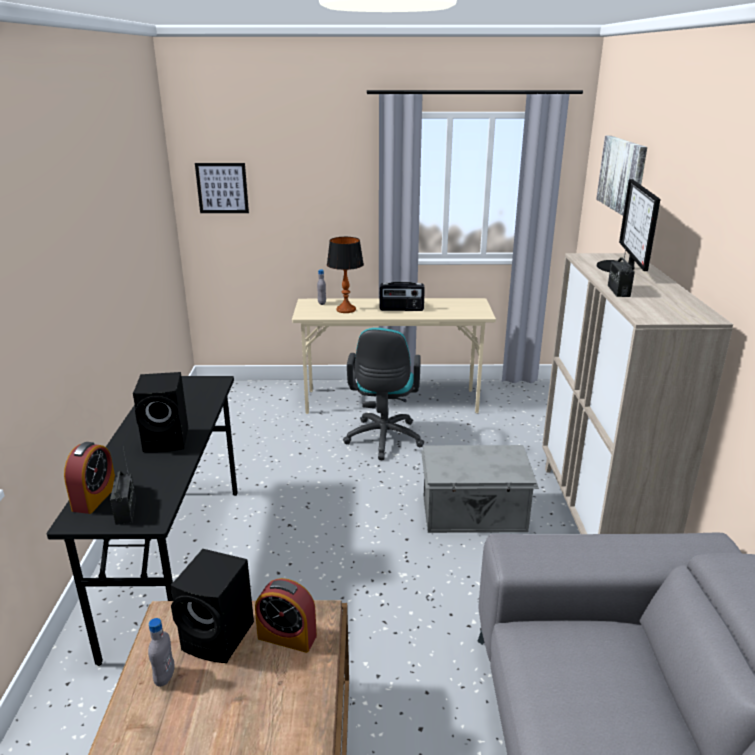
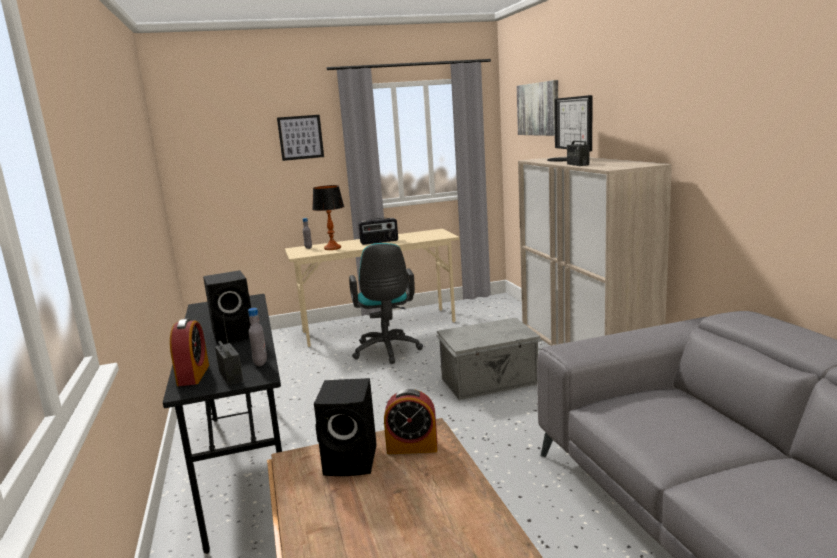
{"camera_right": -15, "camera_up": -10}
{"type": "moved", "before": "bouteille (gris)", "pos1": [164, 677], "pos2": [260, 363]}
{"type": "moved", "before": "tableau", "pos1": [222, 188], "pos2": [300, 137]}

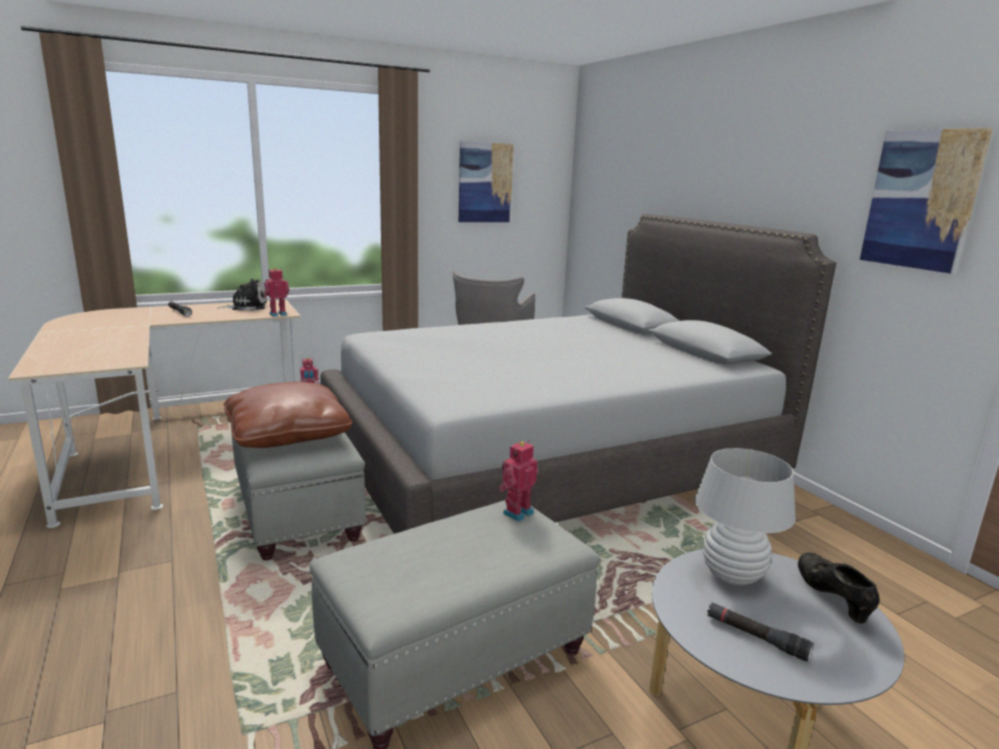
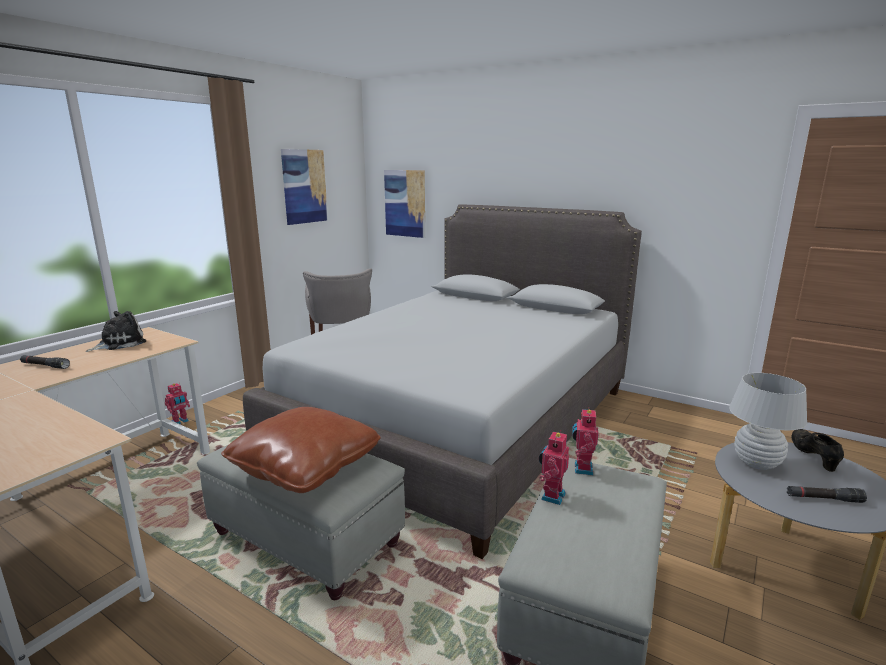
{"camera_right": -30, "camera_up": 0}
{"type": "moved", "before": "tableau", "pos1": [921, 200], "pos2": [405, 203]}
{"type": "moved", "before": "robot jouet", "pos1": [278, 314], "pos2": [551, 496]}
{"type": "turned", "before": "chaussure (noir)", "pos1": [832, 599], "pos2": [813, 457], "turn": 45}

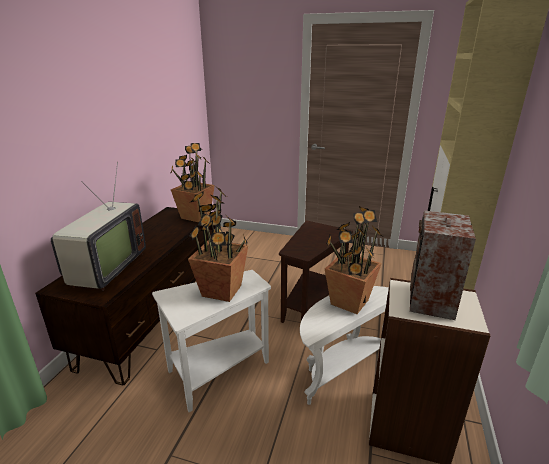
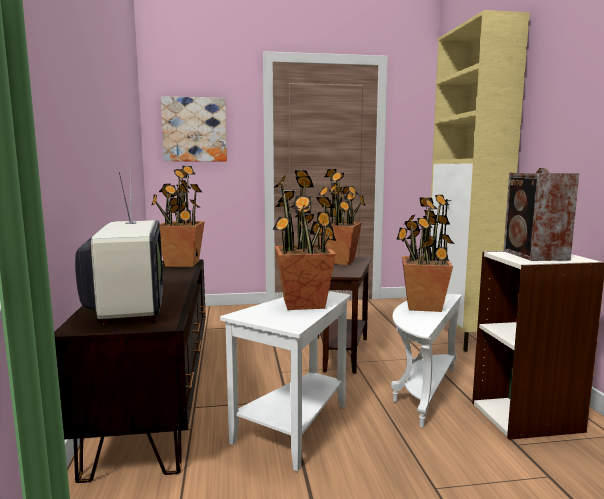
{"camera_right": -25, "camera_up": -15}
{"type": "added", "after": "tableau", "pos2": [194, 129]}
{"type": "added", "after": "plante en pot", "pos2": [339, 261]}

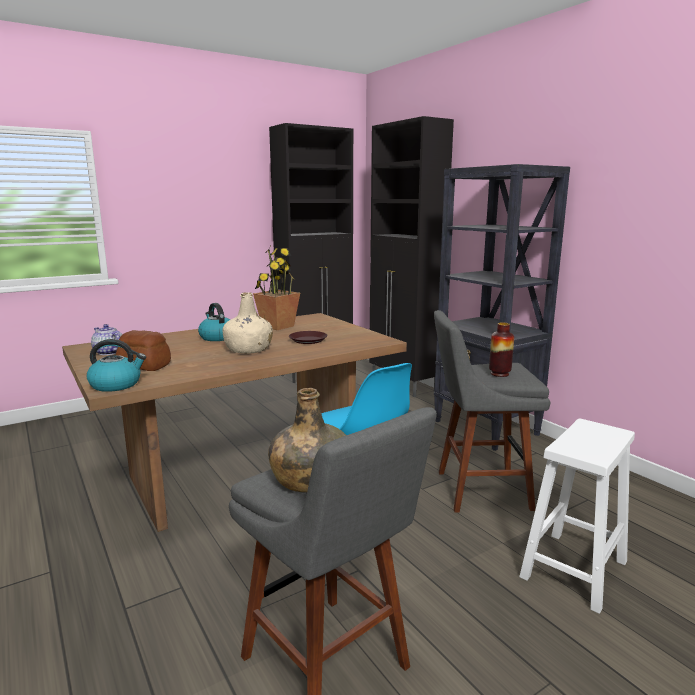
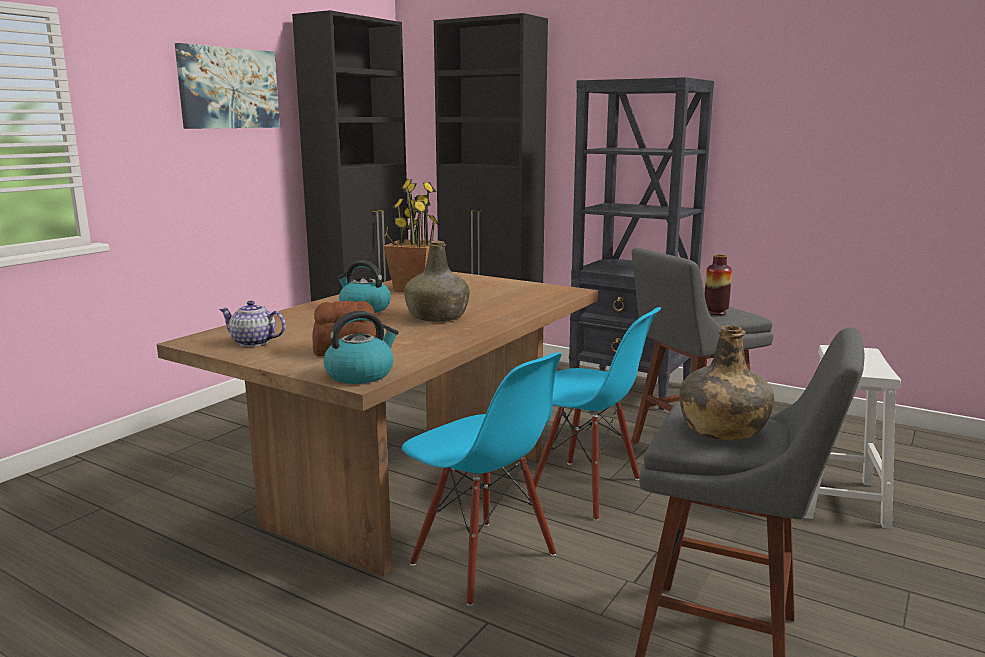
{"camera_right": -25, "camera_up": 0}
{"type": "added", "after": "tableau", "pos2": [228, 88]}
{"type": "added", "after": "chaise (bleu)", "pos2": [482, 560]}
{"type": "recoloured", "before": "bouteille (beige)", "after": "bouteille (vert)", "pos1": [248, 349], "pos2": [438, 317]}
{"type": "removed", "before": "assiette (marron)", "pos1": [307, 340]}

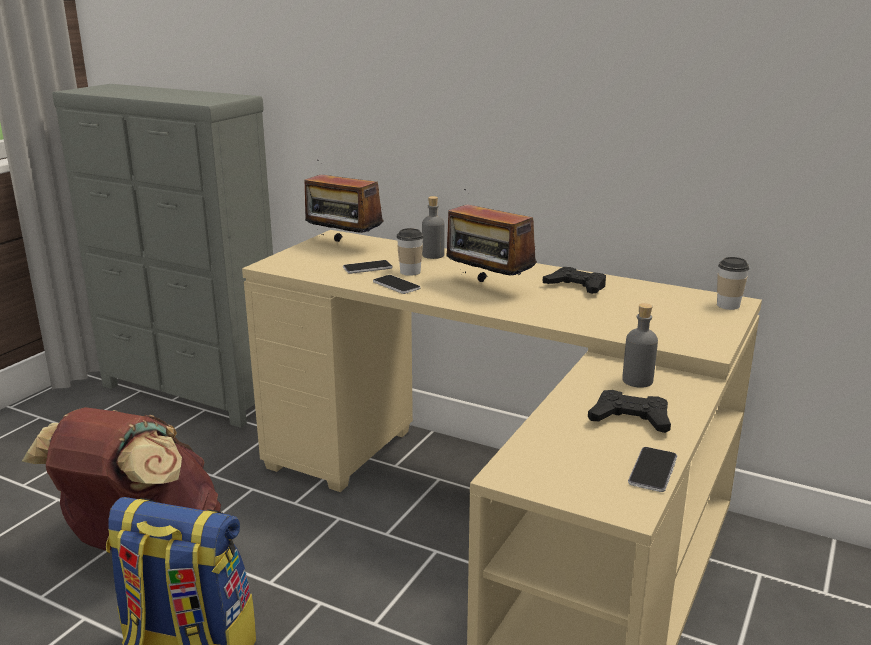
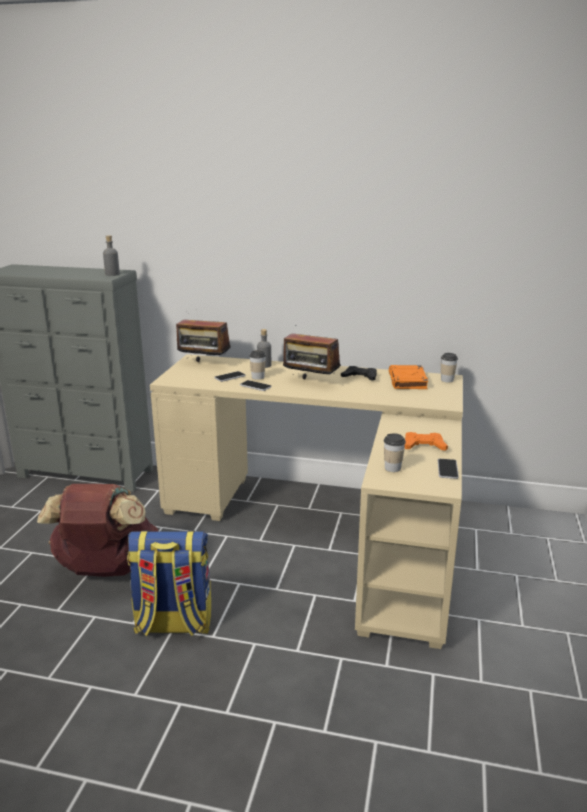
{"camera_right": -15, "camera_up": 0}
{"type": "moved", "before": "bouteille (gris)", "pos1": [637, 380], "pos2": [112, 274]}
{"type": "added", "after": "tasse", "pos2": [392, 468]}
{"type": "added", "after": "livre (orange)", "pos2": [408, 381]}
{"type": "recoloured", "before": "manette (noir)", "after": "manette (orange)", "pos1": [630, 419], "pos2": [423, 446]}

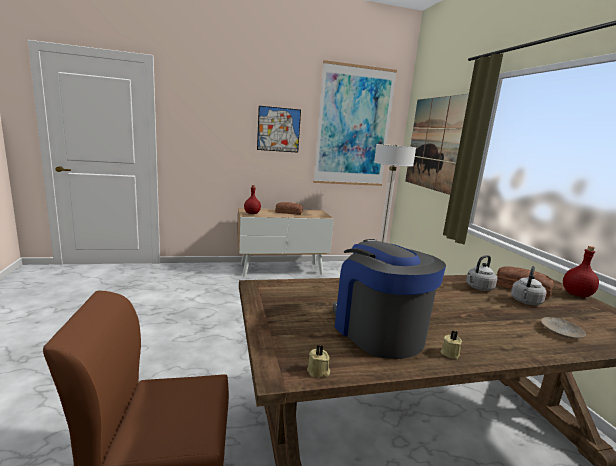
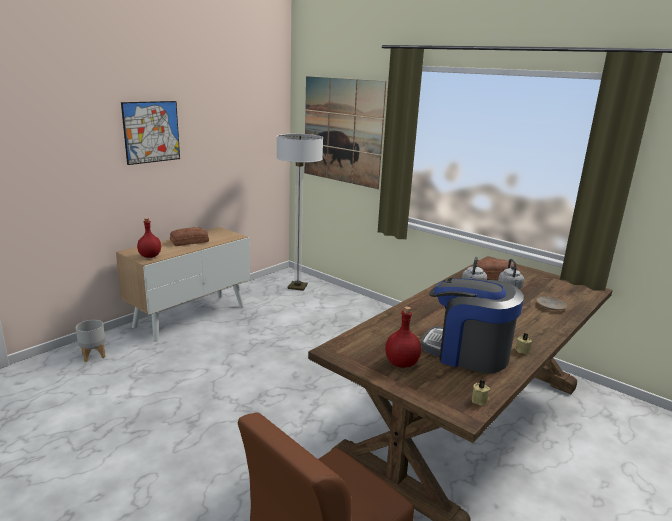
{"camera_right": -35, "camera_up": 5}
{"type": "added", "after": "cache-pot (gris)", "pos2": [93, 355]}
{"type": "moved", "before": "bouteille (rouge)", "pos1": [577, 294], "pos2": [402, 363]}
{"type": "removed", "before": "tableau", "pos1": [353, 127]}

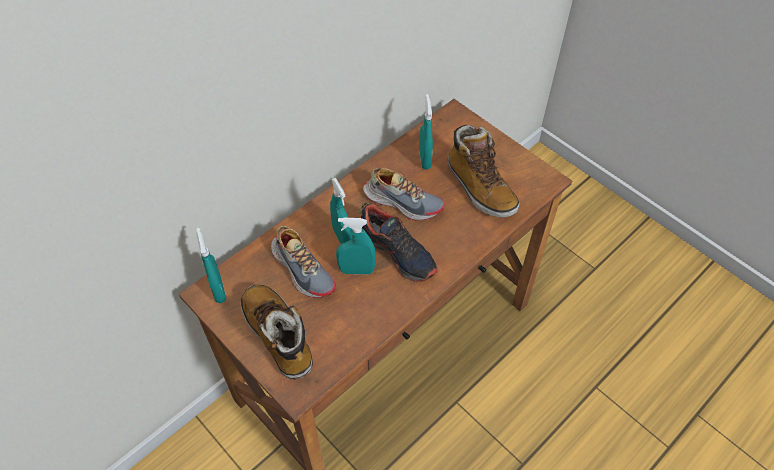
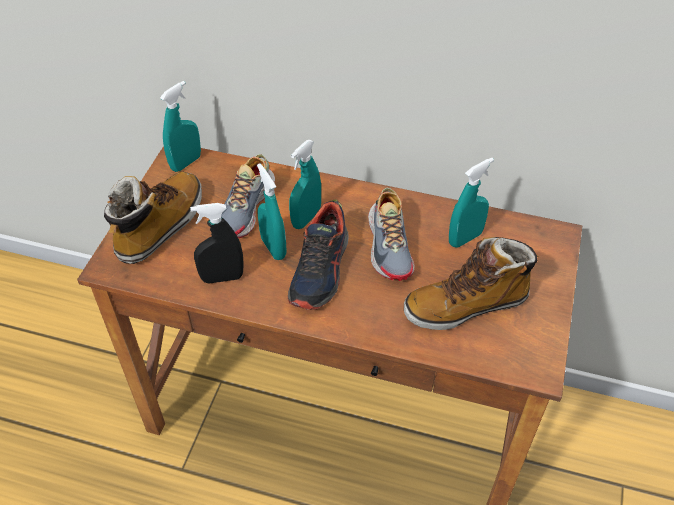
{"camera_right": 60, "camera_up": -5}
{"type": "added", "after": "vaporisateur (noir)", "pos2": [222, 277]}
{"type": "turned", "before": "botte", "pos1": [479, 188], "pos2": [466, 305], "turn": 45}

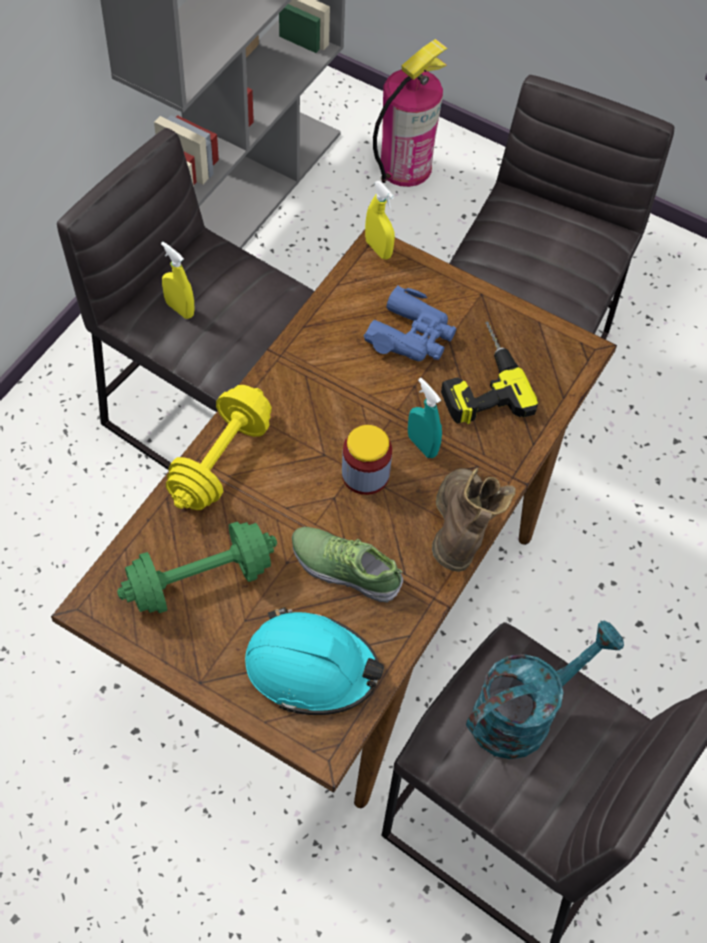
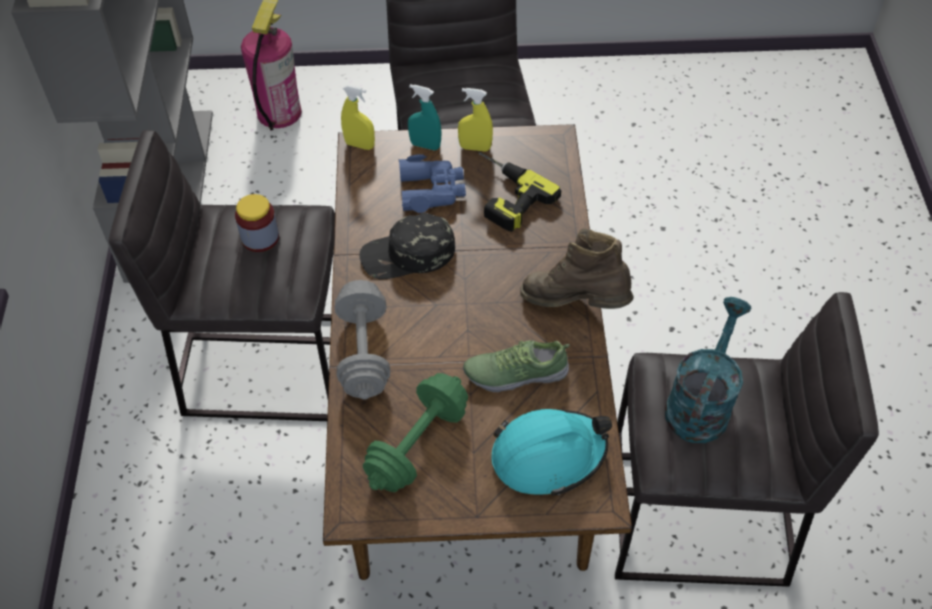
{"camera_right": -30, "camera_up": -5}
{"type": "moved", "before": "bocal", "pos1": [365, 474], "pos2": [260, 237]}
{"type": "recoloured", "before": "haltère (jaune)", "after": "haltère (gris)", "pos1": [220, 462], "pos2": [364, 352]}
{"type": "added", "after": "casquette (noir)", "pos2": [408, 255]}
{"type": "moved", "before": "vaporisateur (turquoise)", "pos1": [422, 445], "pos2": [425, 145]}
{"type": "moved", "before": "vaporisateur (jaune)", "pos1": [179, 309], "pos2": [475, 148]}
{"type": "turned", "before": "botte (marron)", "pos1": [460, 534], "pos2": [575, 303], "turn": -45}

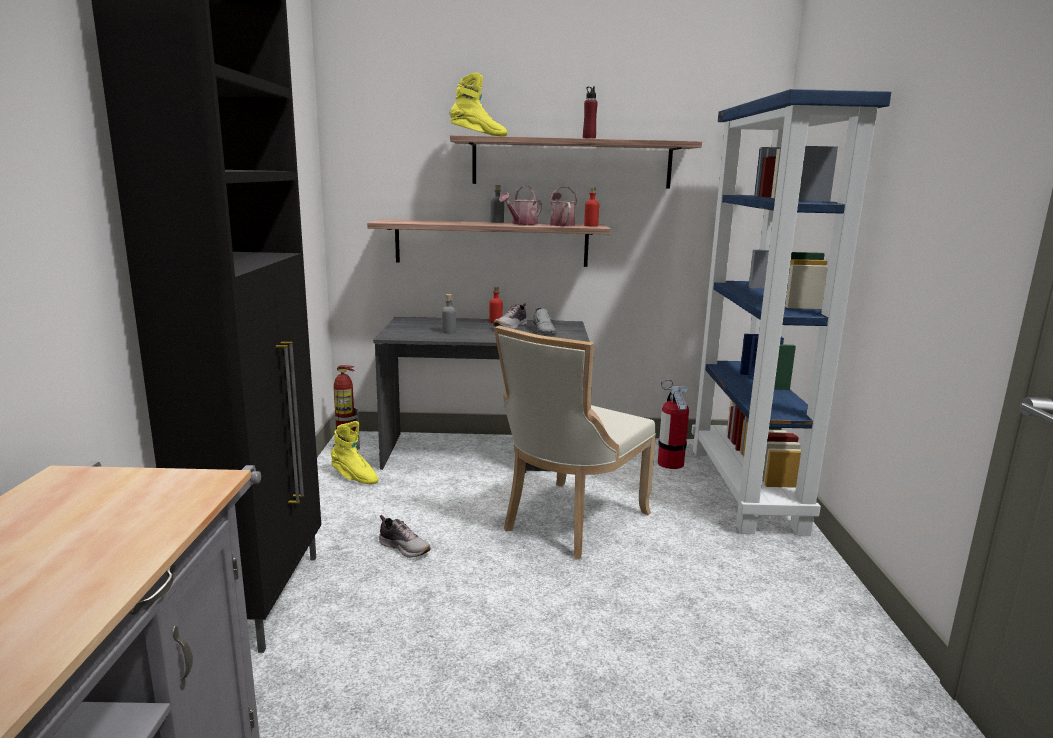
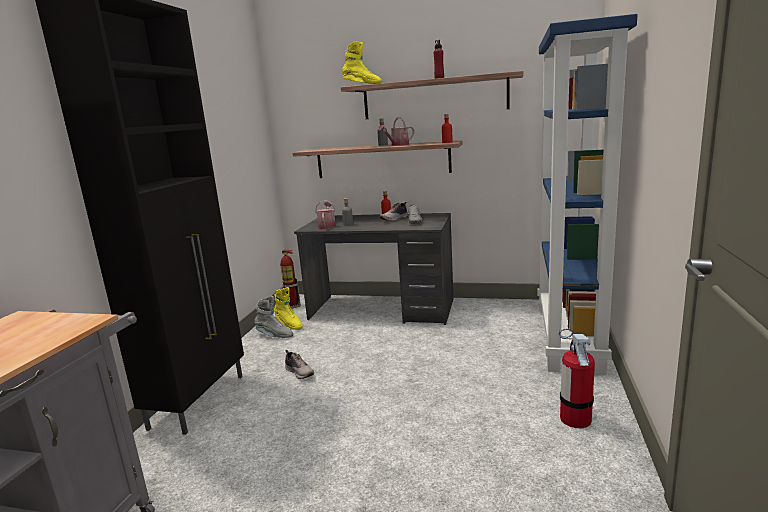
{"camera_right": 15, "camera_up": 0}
{"type": "added", "after": "botte (gris)", "pos2": [274, 335]}
{"type": "moved", "before": "arrosoir", "pos1": [561, 224], "pos2": [327, 226]}
{"type": "moved", "before": "extincteur", "pos1": [670, 463], "pos2": [575, 419]}
{"type": "removed", "before": "chaise (beige)", "pos1": [570, 522]}

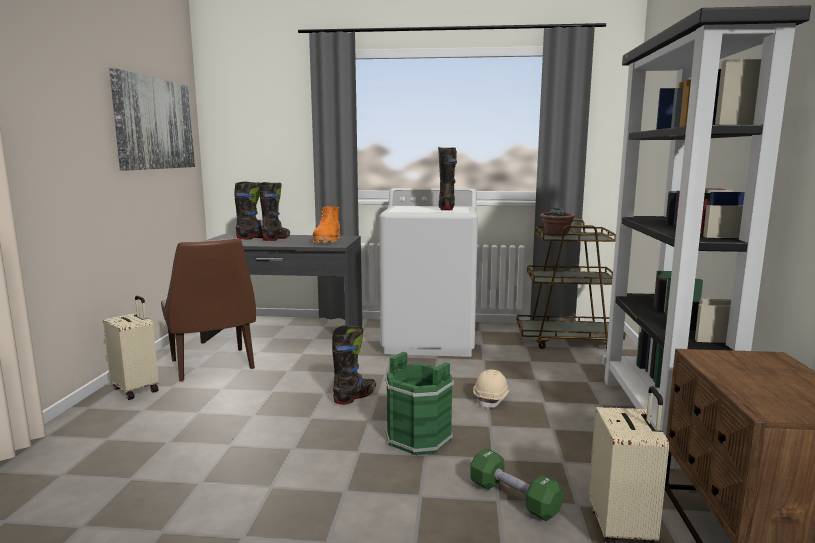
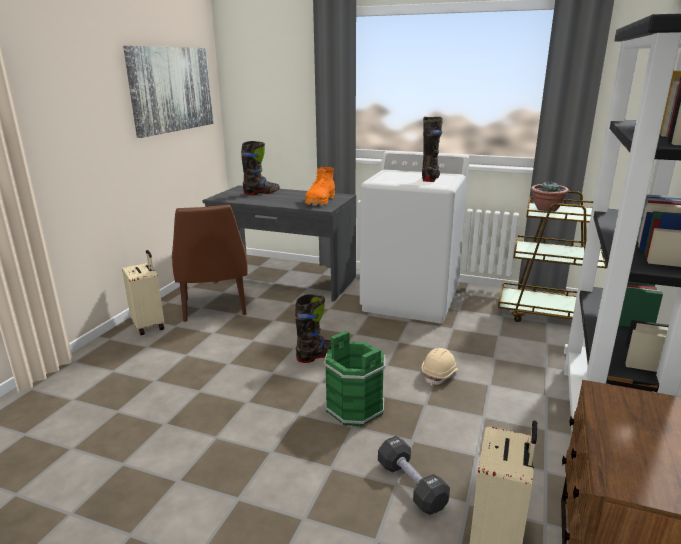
{"camera_right": 15, "camera_up": 10}
{"type": "recoloured", "before": "haltère (vert)", "after": "haltère (noir)", "pos1": [513, 498], "pos2": [411, 485]}
{"type": "removed", "before": "botte (noir)", "pos1": [276, 239]}

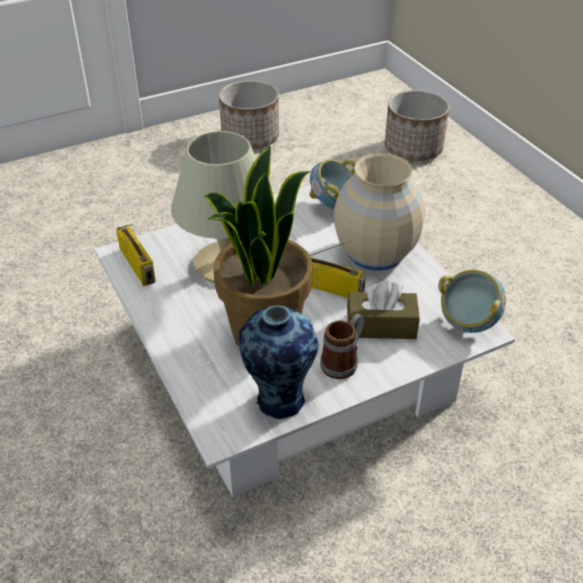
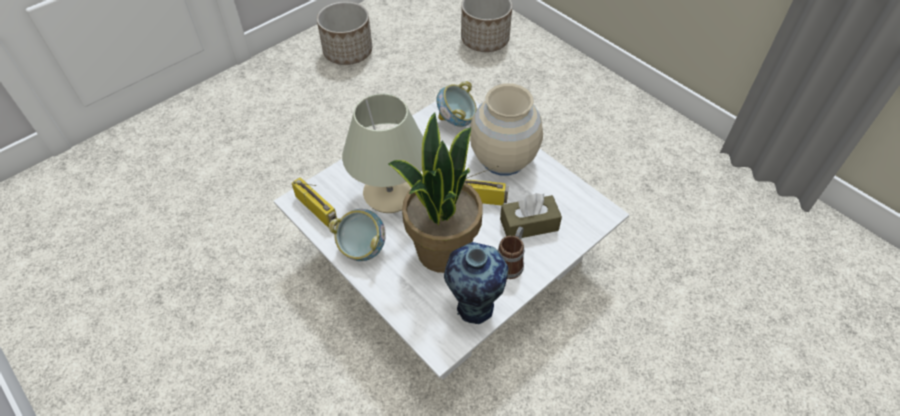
{"camera_right": -15, "camera_up": 10}
{"type": "moved", "before": "bol", "pos1": [467, 323], "pos2": [362, 249]}

